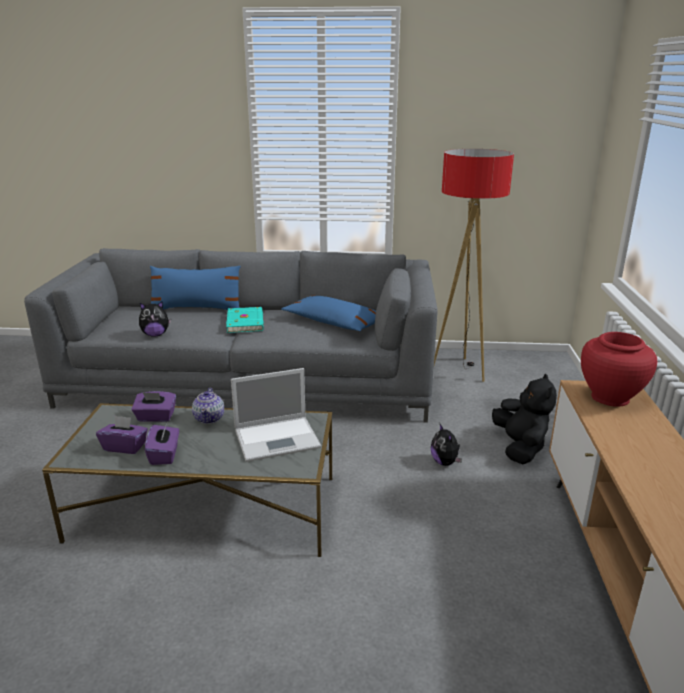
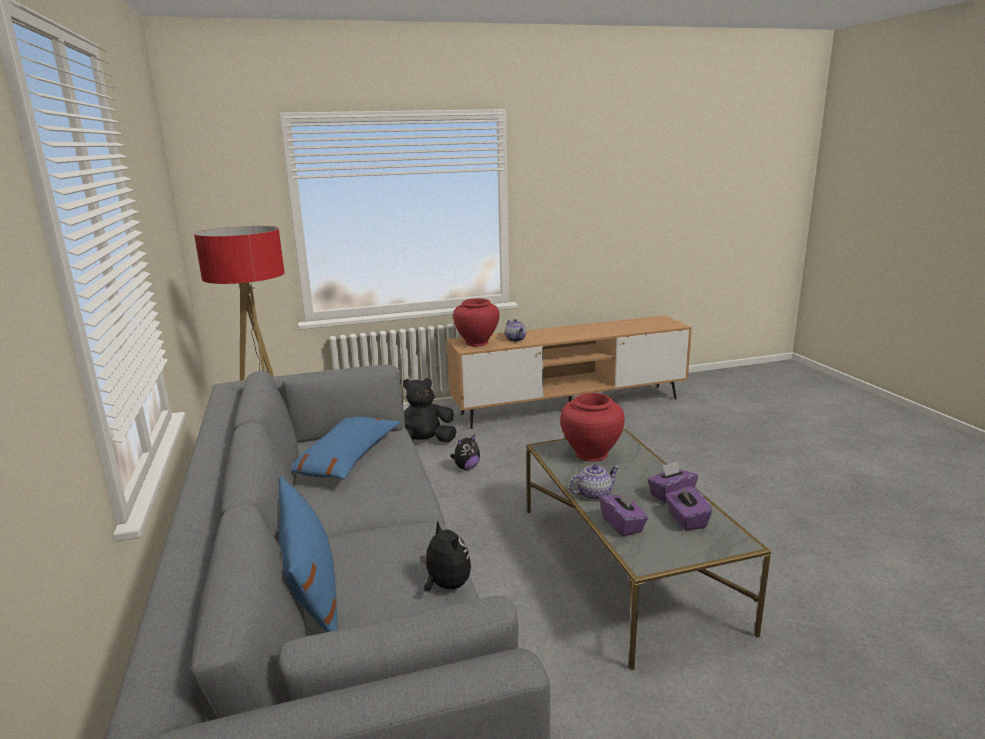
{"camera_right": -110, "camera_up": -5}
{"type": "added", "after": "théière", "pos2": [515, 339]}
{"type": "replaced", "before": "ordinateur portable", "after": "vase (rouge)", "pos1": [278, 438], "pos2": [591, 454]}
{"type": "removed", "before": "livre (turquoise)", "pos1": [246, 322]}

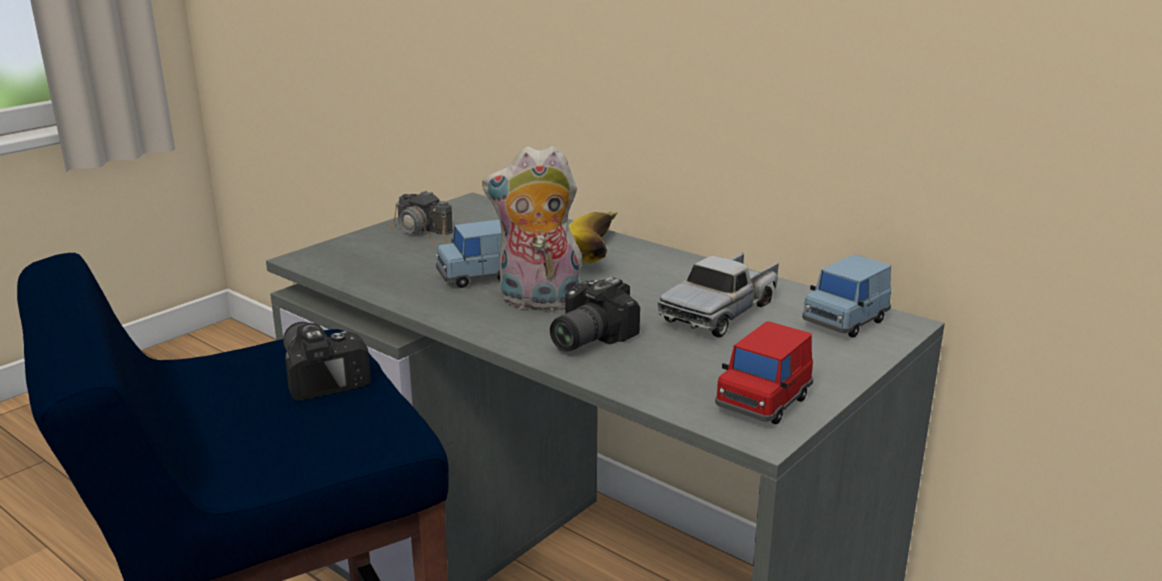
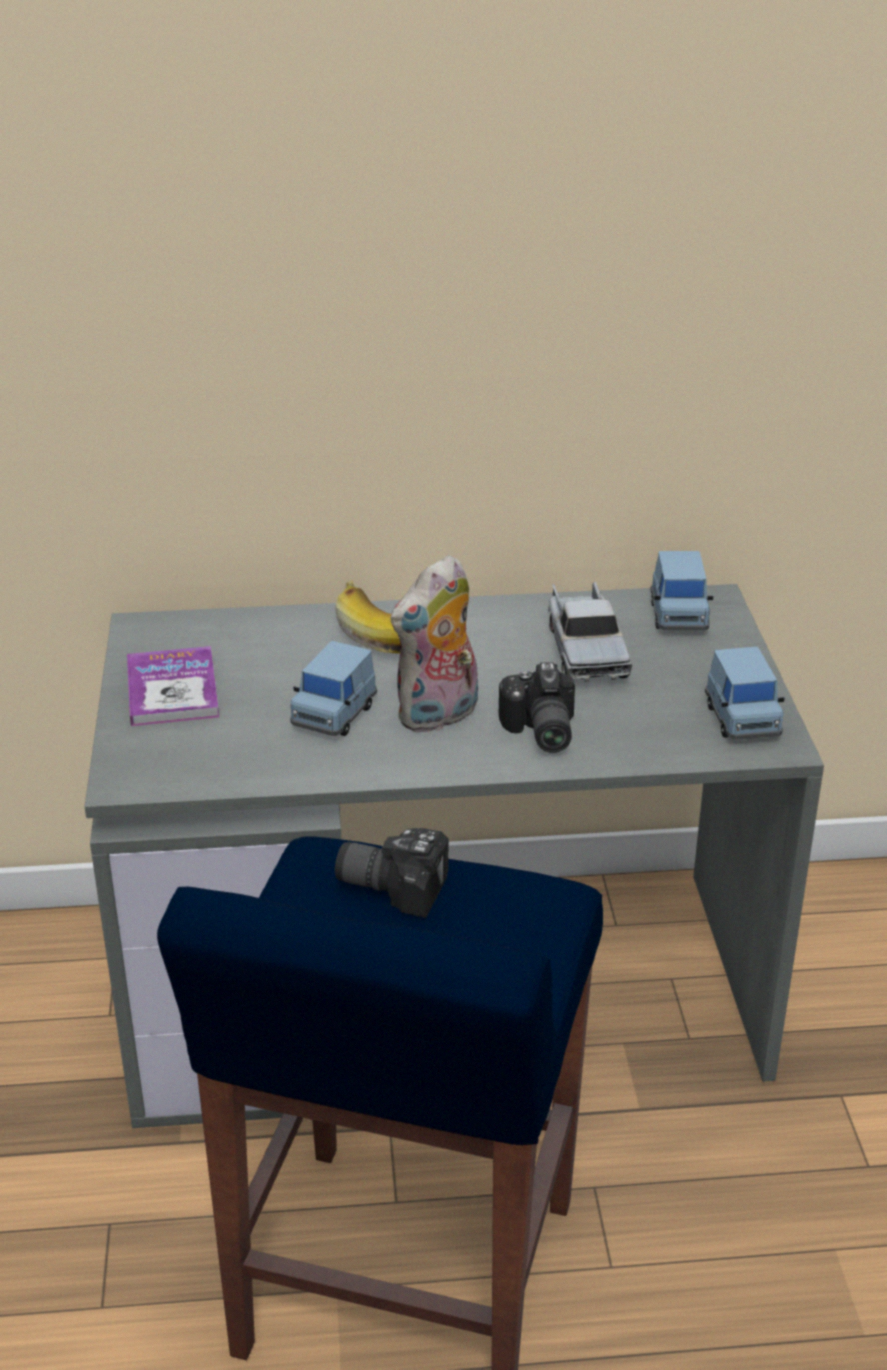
{"camera_right": -45, "camera_up": 10}
{"type": "replaced", "before": "appareil photo", "after": "livre", "pos1": [423, 231], "pos2": [172, 689]}
{"type": "recoloured", "before": "petite voiture (rouge)", "after": "petite voiture (bleu)", "pos1": [763, 402], "pos2": [742, 719]}

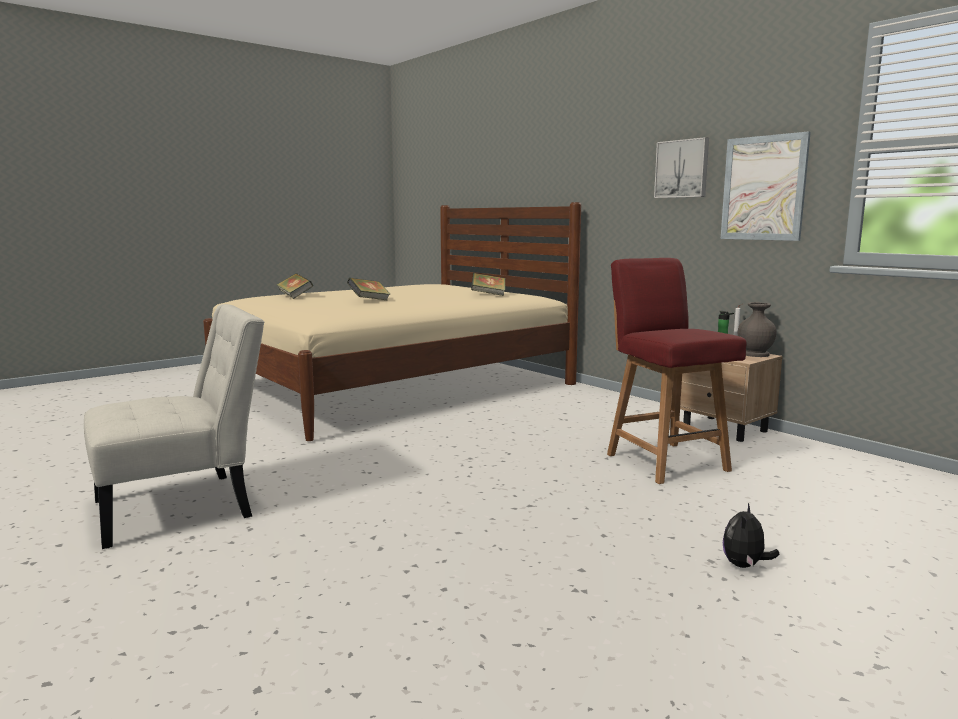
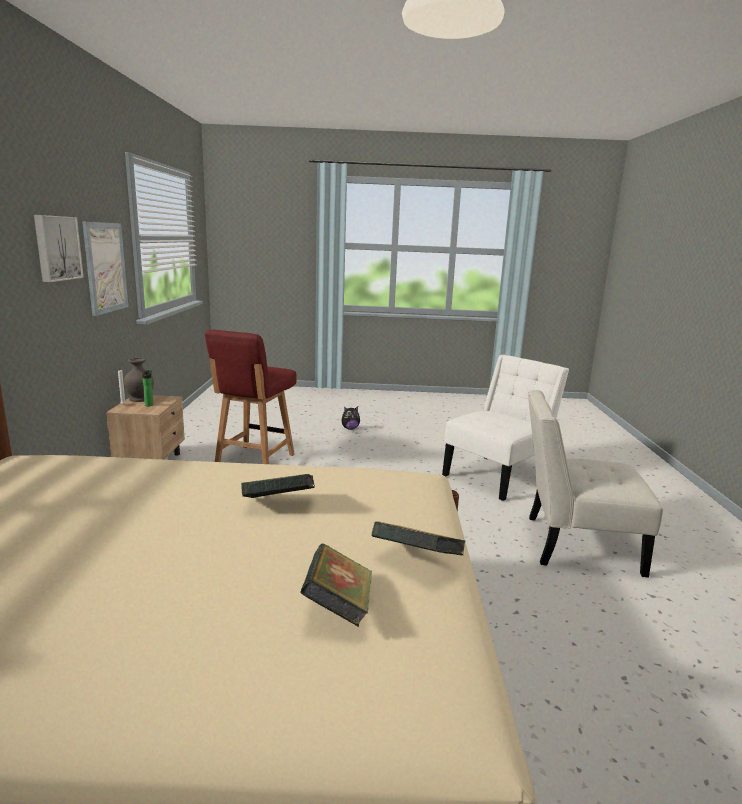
{"camera_right": -140, "camera_up": 5}
{"type": "moved", "before": "livre", "pos1": [488, 295], "pos2": [416, 561]}
{"type": "added", "after": "chaise (blanc)", "pos2": [498, 476]}

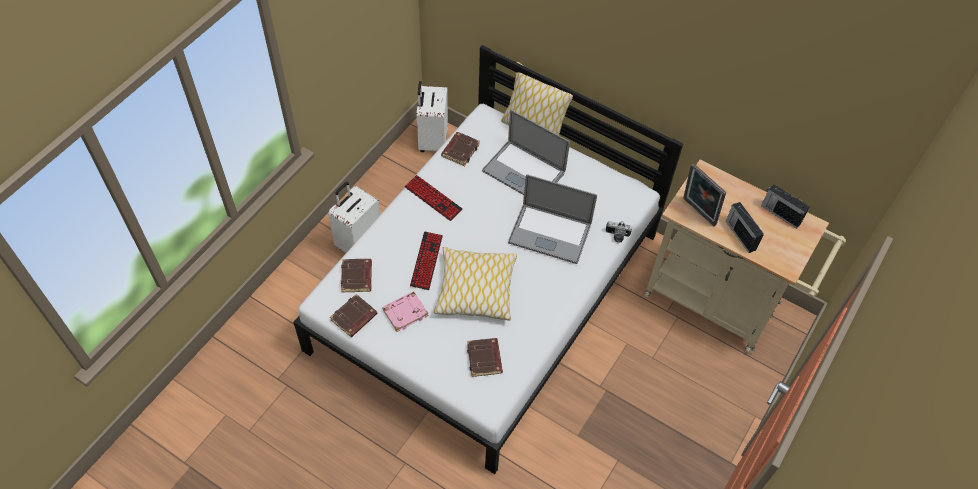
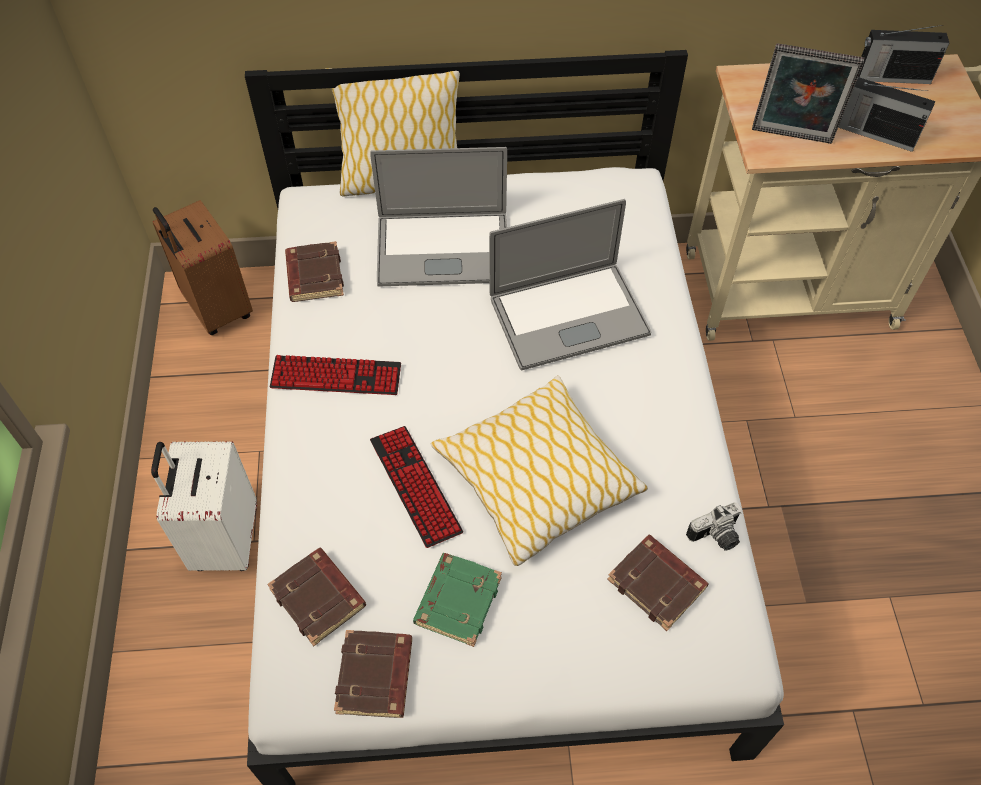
{"camera_right": -35, "camera_up": 0}
{"type": "recoloured", "before": "valise (blanc)", "after": "valise (marron)", "pos1": [432, 141], "pos2": [216, 309]}
{"type": "recoloured", "before": "livre (rose)", "after": "livre (vert)", "pos1": [405, 312], "pos2": [457, 600]}
{"type": "moved", "before": "appareil photo", "pos1": [617, 236], "pos2": [716, 537]}

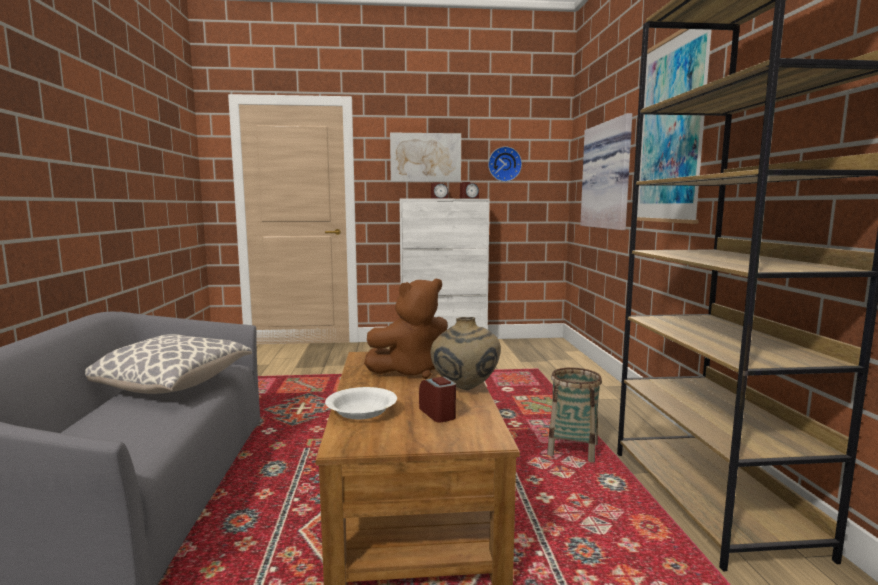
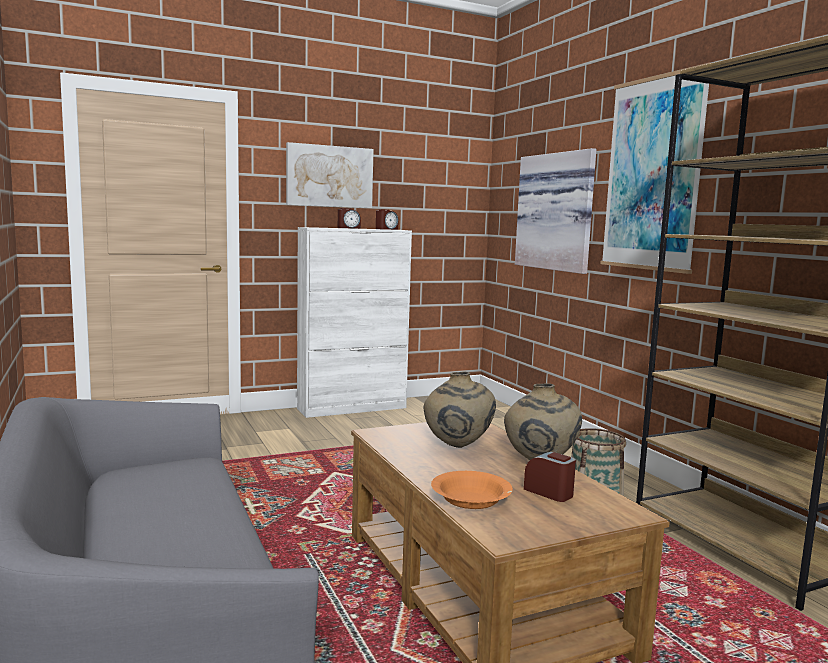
{"camera_right": -20, "camera_up": 0}
{"type": "replaced", "before": "peluche (marron)", "after": "vase (beige)", "pos1": [412, 371], "pos2": [457, 447]}
{"type": "recoloured", "before": "bol (blanc)", "after": "bol (orange)", "pos1": [361, 412], "pos2": [471, 500]}
{"type": "removed", "before": "coussin", "pos1": [172, 386]}
{"type": "removed", "before": "horloge murale", "pos1": [504, 164]}

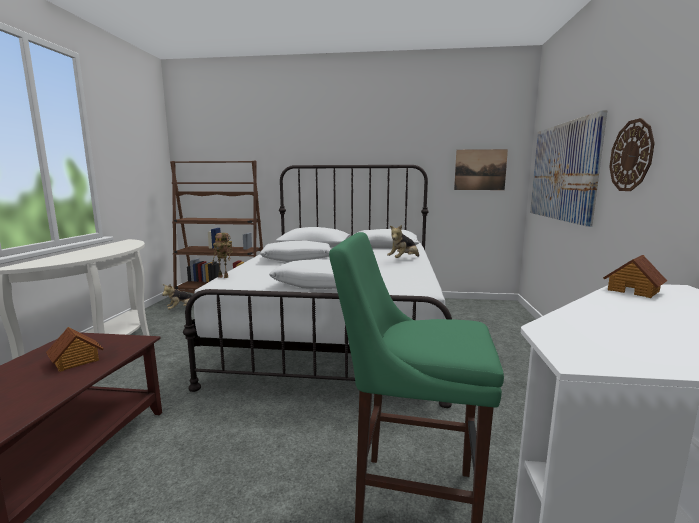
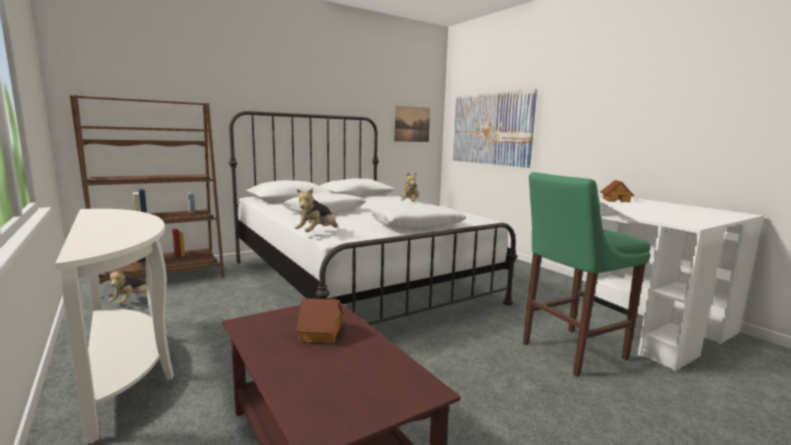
{"camera_right": -40, "camera_up": 0}
{"type": "replaced", "before": "robot jouet", "after": "peluche", "pos1": [224, 277], "pos2": [317, 233]}
{"type": "removed", "before": "horloge murale", "pos1": [631, 156]}

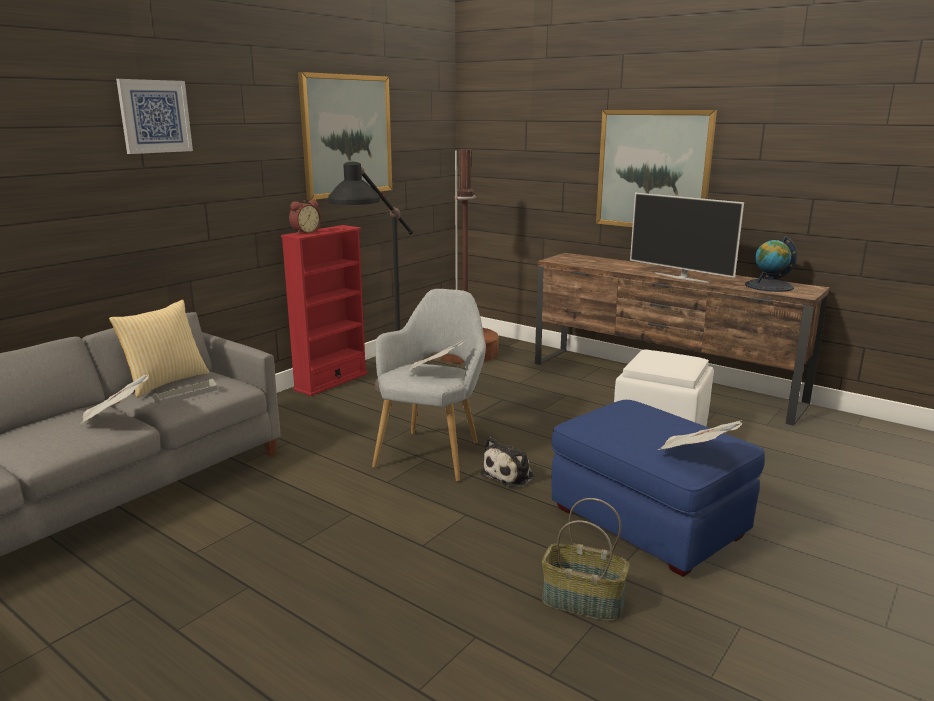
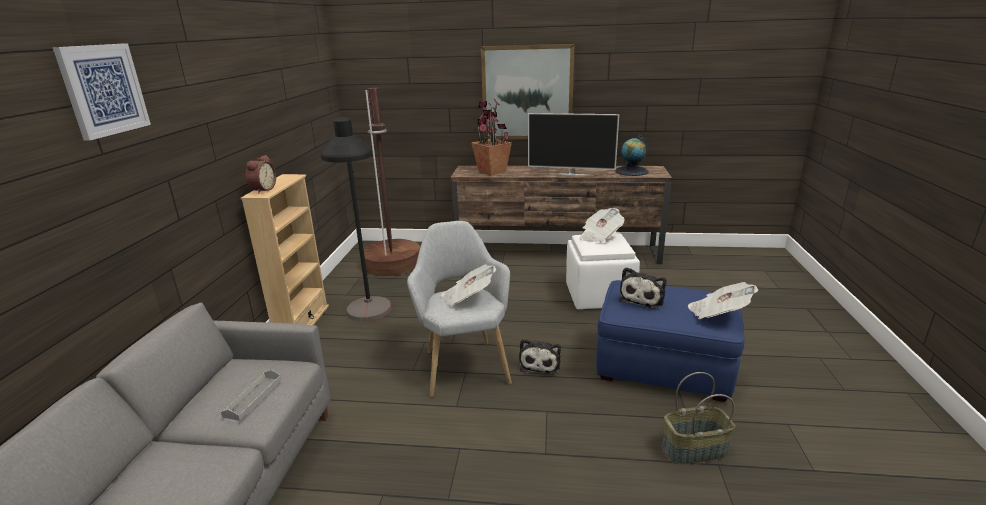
{"camera_right": -30, "camera_up": 5}
{"type": "recoloured", "before": "bibliothèque (rouge)", "after": "bibliothèque (beige)", "pos1": [331, 381], "pos2": [302, 323]}
{"type": "added", "after": "plante en pot", "pos2": [492, 171]}
{"type": "moved", "before": "journal", "pos1": [116, 416], "pos2": [599, 236]}
{"type": "added", "after": "peluche", "pos2": [643, 298]}
{"type": "removed", "before": "coussin", "pos1": [165, 382]}
{"type": "removed", "before": "tableau", "pos1": [347, 136]}

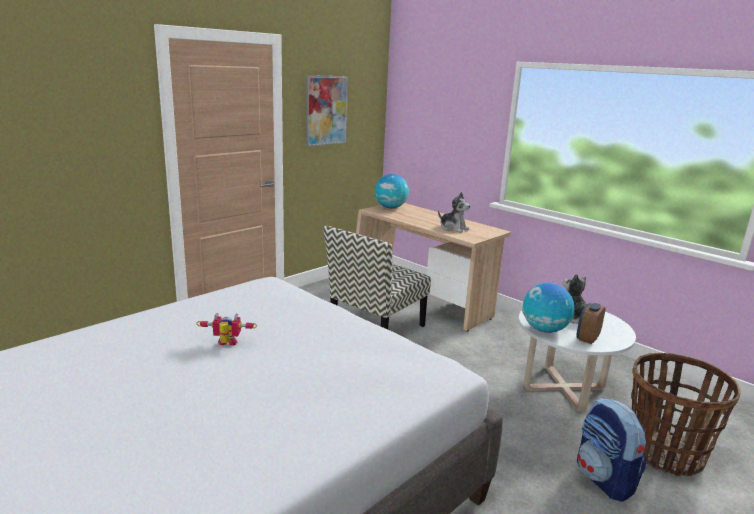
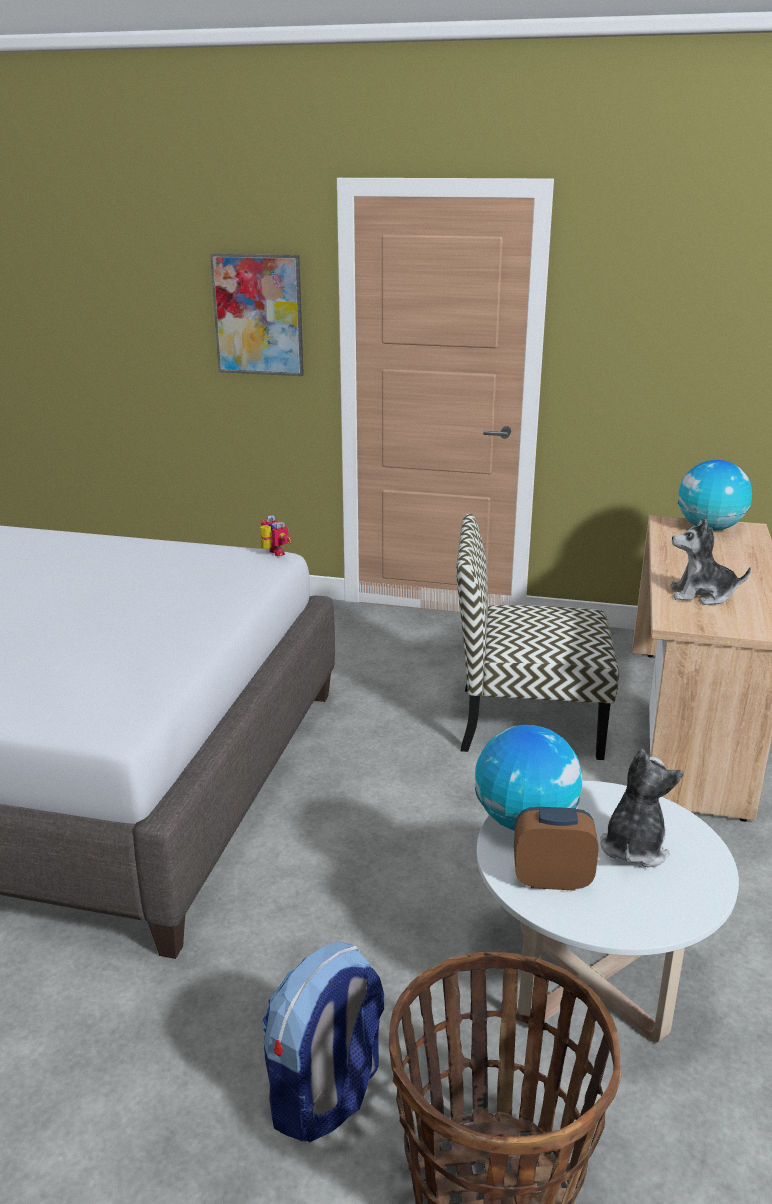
{"camera_right": 60, "camera_up": 5}
{"type": "moved", "before": "tableau", "pos1": [326, 110], "pos2": [258, 315]}
{"type": "moved", "before": "robot jouet", "pos1": [226, 345], "pos2": [273, 553]}
{"type": "turned", "before": "peluche", "pos1": [453, 228], "pos2": [702, 595], "turn": 90}

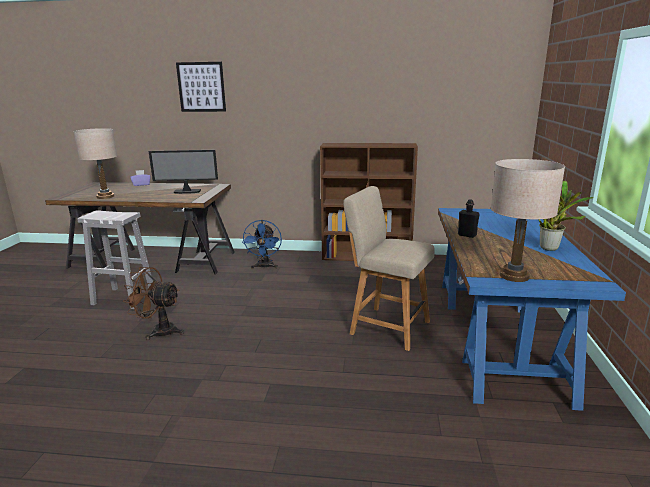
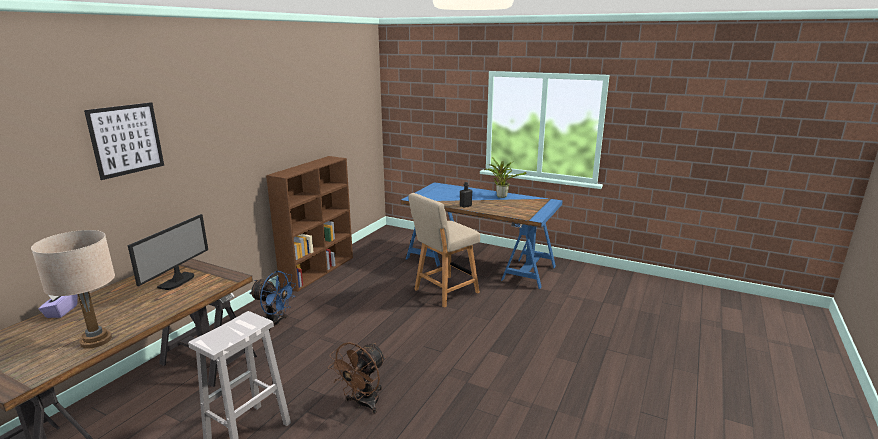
{"camera_right": -70, "camera_up": 0}
{"type": "removed", "before": "lampe de table (beige)", "pos1": [513, 276]}

